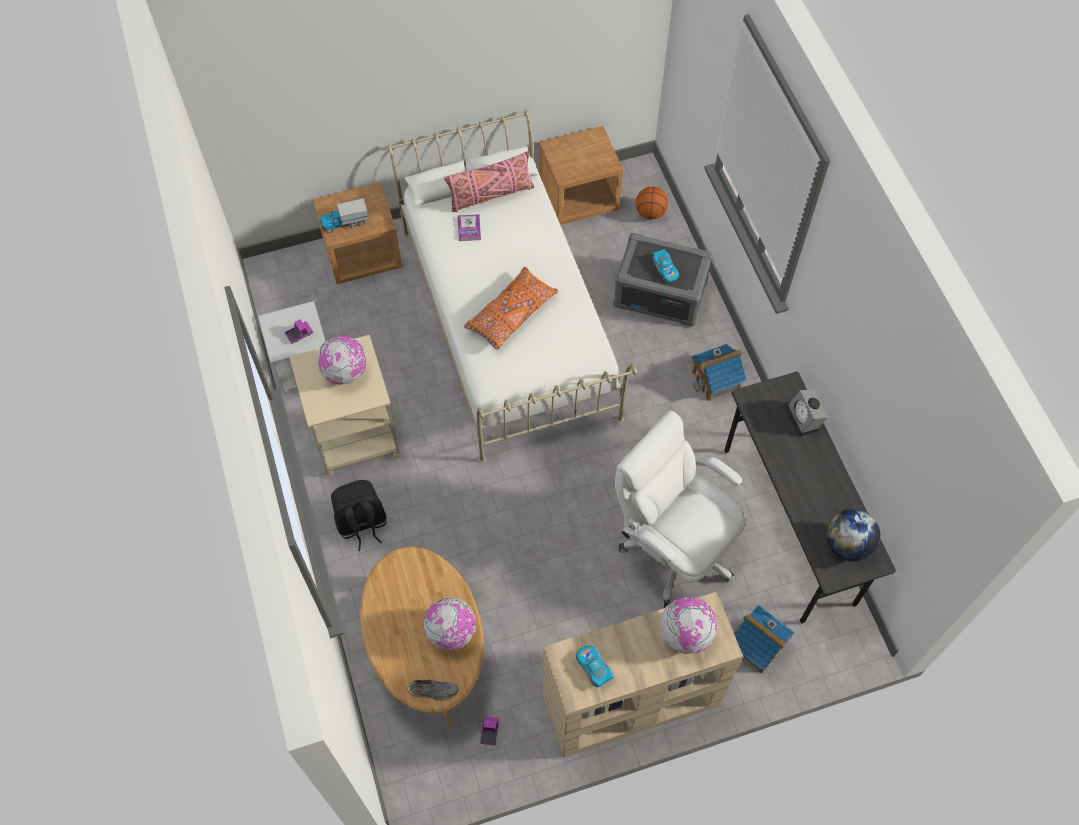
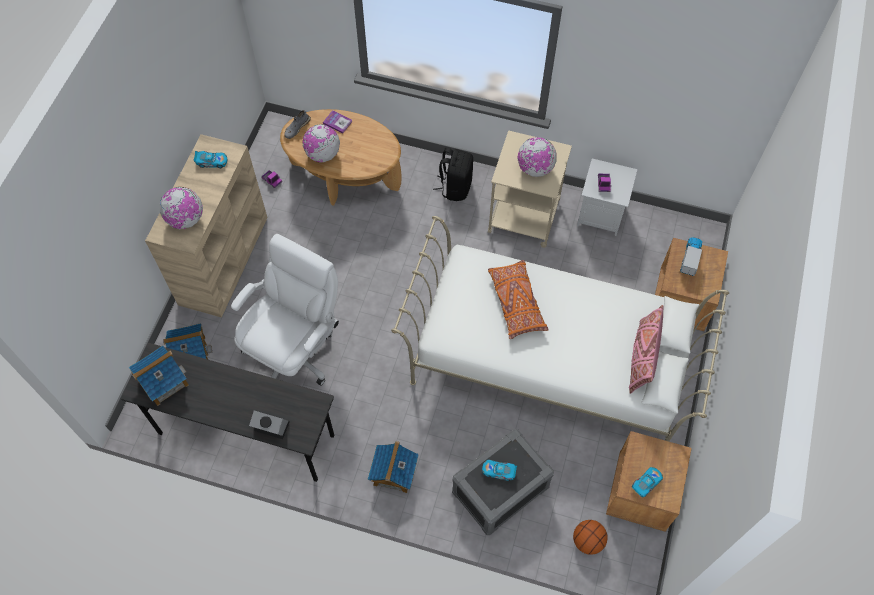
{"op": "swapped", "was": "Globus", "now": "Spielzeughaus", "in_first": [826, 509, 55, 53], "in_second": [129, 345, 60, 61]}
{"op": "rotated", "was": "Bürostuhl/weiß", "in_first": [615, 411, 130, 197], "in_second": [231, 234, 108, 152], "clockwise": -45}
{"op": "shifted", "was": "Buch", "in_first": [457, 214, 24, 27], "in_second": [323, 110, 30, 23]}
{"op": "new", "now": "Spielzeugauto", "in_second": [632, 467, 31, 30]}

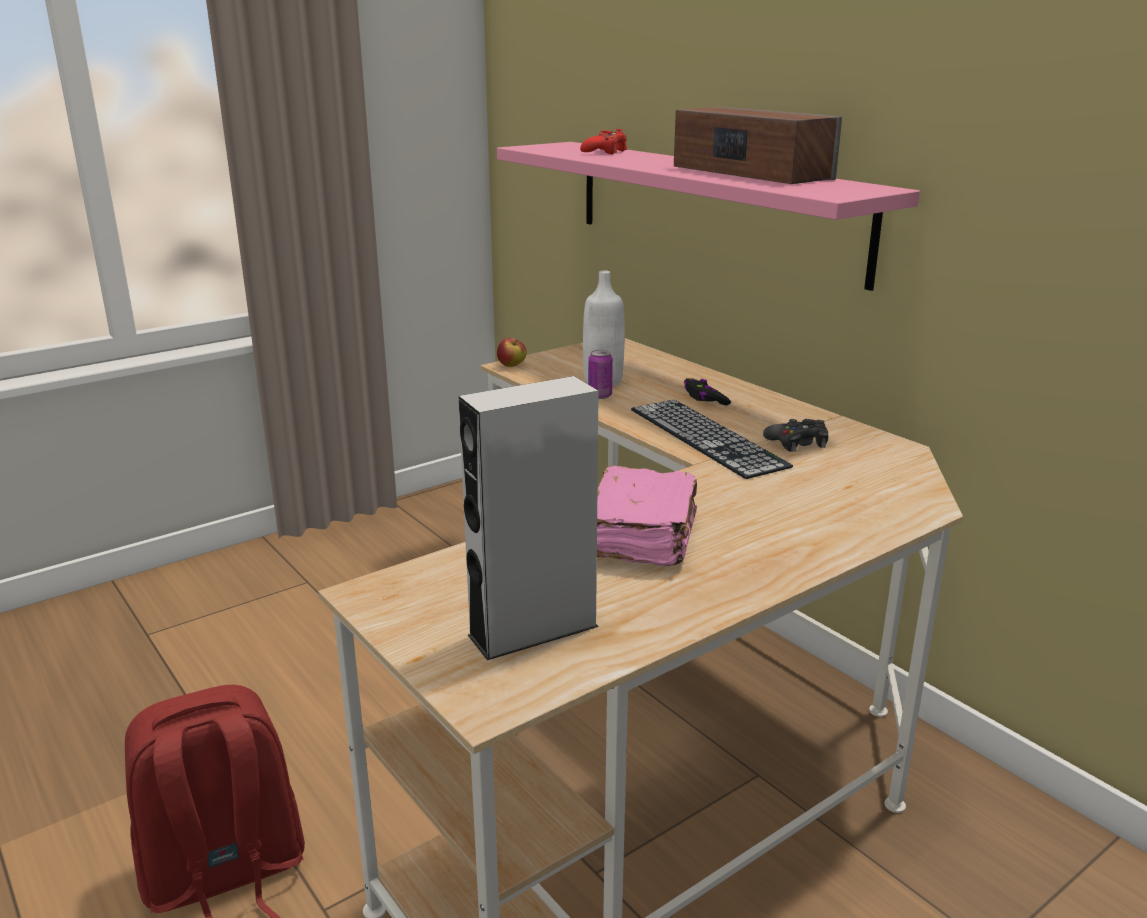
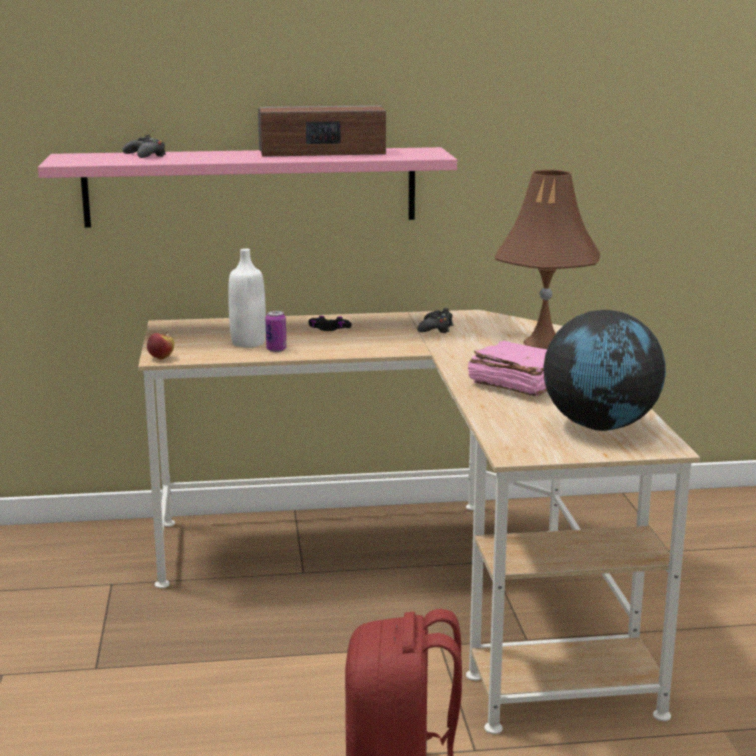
{"op": "repainted", "was": "Gamepad/rot", "now": "Gamepad/schwarz", "in_first": [580, 129, 48, 25], "in_second": [122, 135, 44, 23]}
{"op": "new", "now": "Tischlampe/braun", "in_second": [495, 170, 105, 179]}
{"op": "swapped", "was": "Lautsprecher/grau", "now": "Globus", "in_first": [458, 376, 141, 284], "in_second": [544, 310, 122, 121]}
{"op": "gone", "was": "Tastatur", "in_first": [631, 400, 162, 79]}

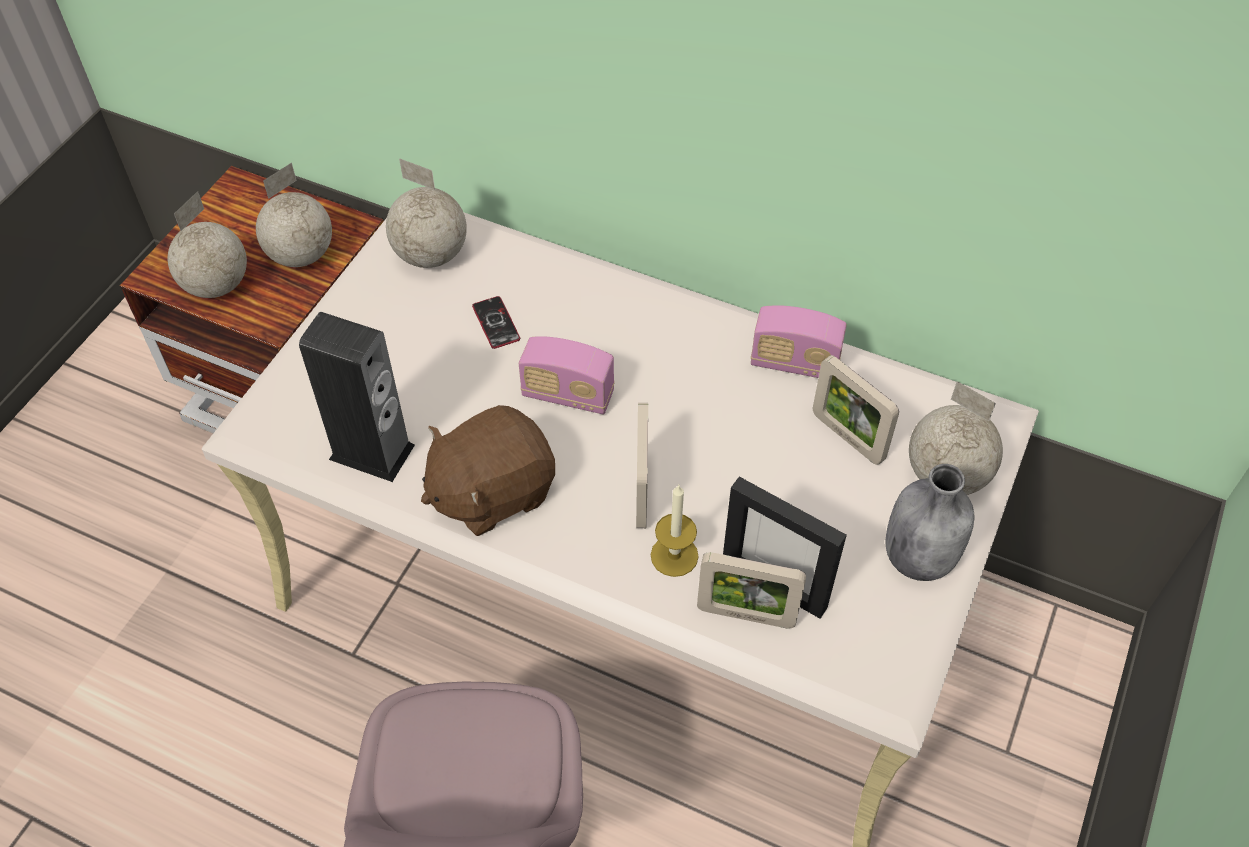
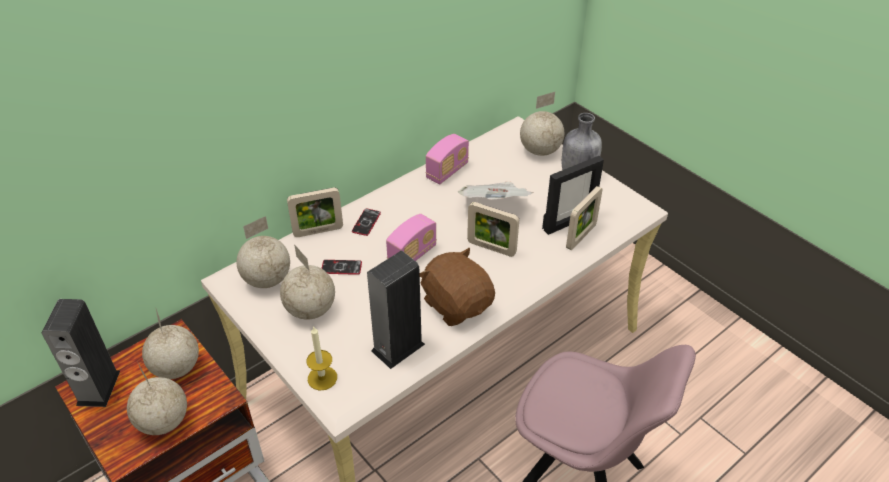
{"op": "new", "now": "Lautsprecher", "in_second": [42, 299, 78, 108]}
{"op": "new", "now": "Globus", "in_second": [280, 244, 55, 76]}
{"op": "shifted", "was": "Bilderrahmen", "in_first": [813, 355, 86, 110], "in_second": [287, 187, 56, 50]}
{"op": "shifted", "was": "Kerze", "in_first": [651, 485, 48, 92], "in_second": [306, 326, 31, 65]}
{"op": "new", "now": "Handy", "in_second": [352, 208, 29, 28]}
{"op": "rotated", "was": "Plüschtier/braun", "in_first": [421, 405, 134, 131], "in_second": [420, 248, 75, 78], "clockwise": 150}
{"op": "new", "now": "Zeitung", "in_second": [458, 182, 75, 18]}

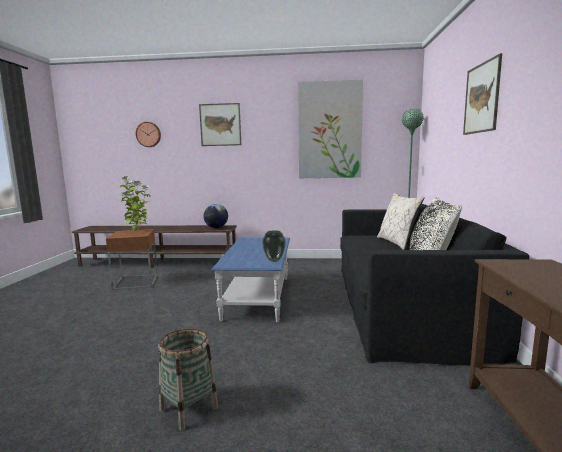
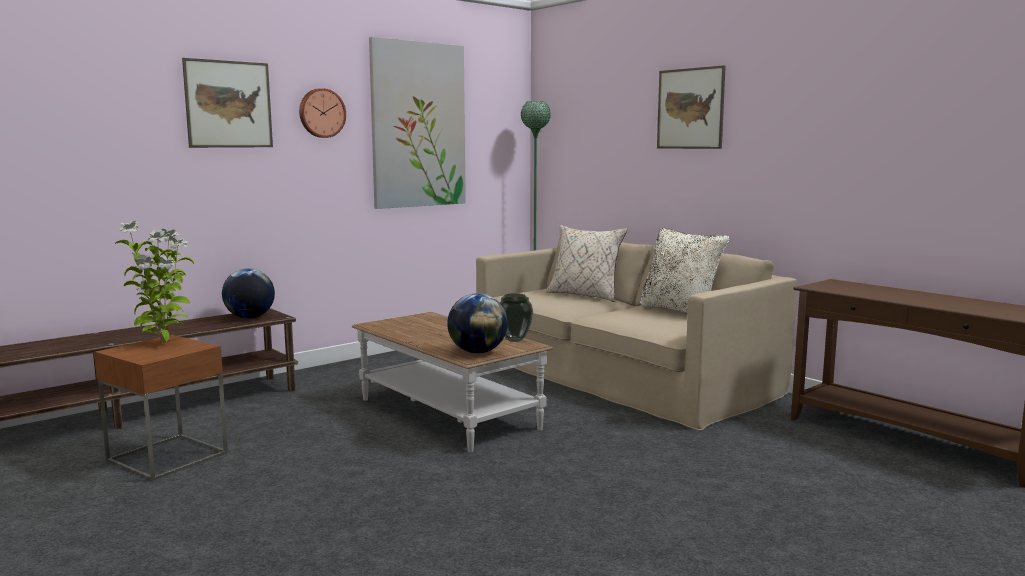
{"op": "shifted", "was": "Wanduhr", "in_first": [136, 122, 25, 25], "in_second": [299, 88, 47, 50]}
{"op": "repainted", "was": "Couchtisch/blau", "now": "Couchtisch/braun", "in_first": [211, 238, 79, 84], "in_second": [352, 312, 201, 140]}
{"op": "new", "now": "Globus", "in_second": [447, 293, 61, 61]}
{"op": "repainted", "was": "Sofa/schwarz", "now": "Sofa/beige", "in_first": [340, 204, 189, 161], "in_second": [476, 238, 321, 193]}
{"op": "gone", "was": "Korb", "in_first": [158, 328, 60, 102]}

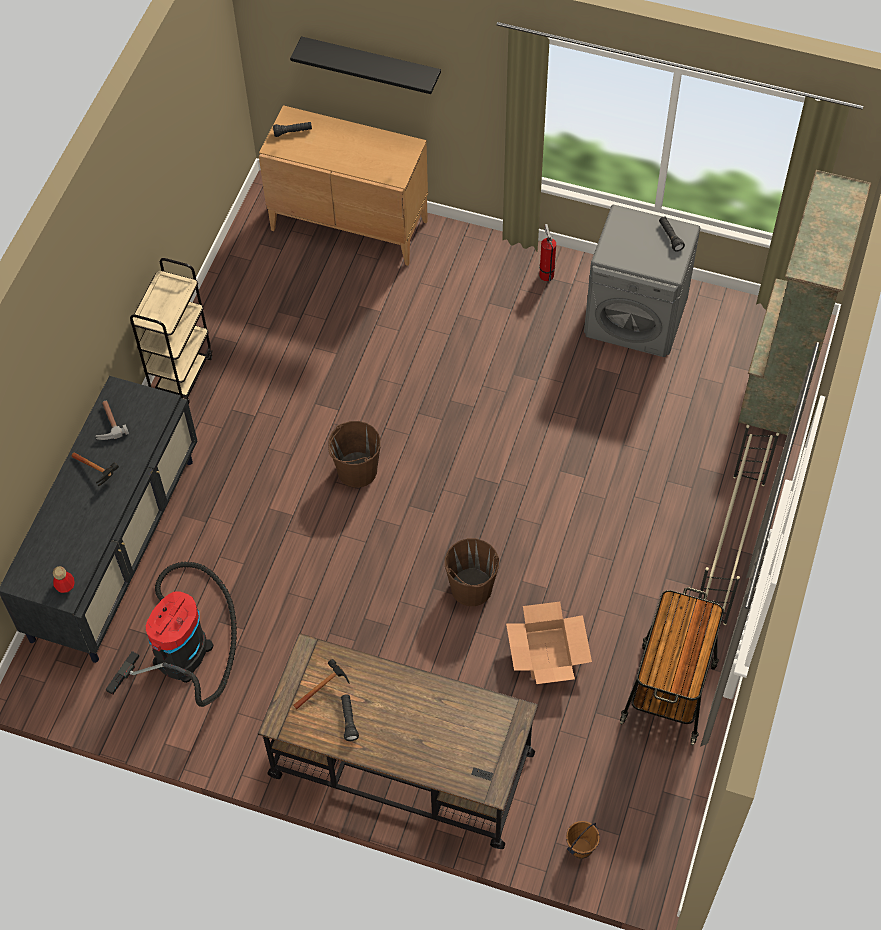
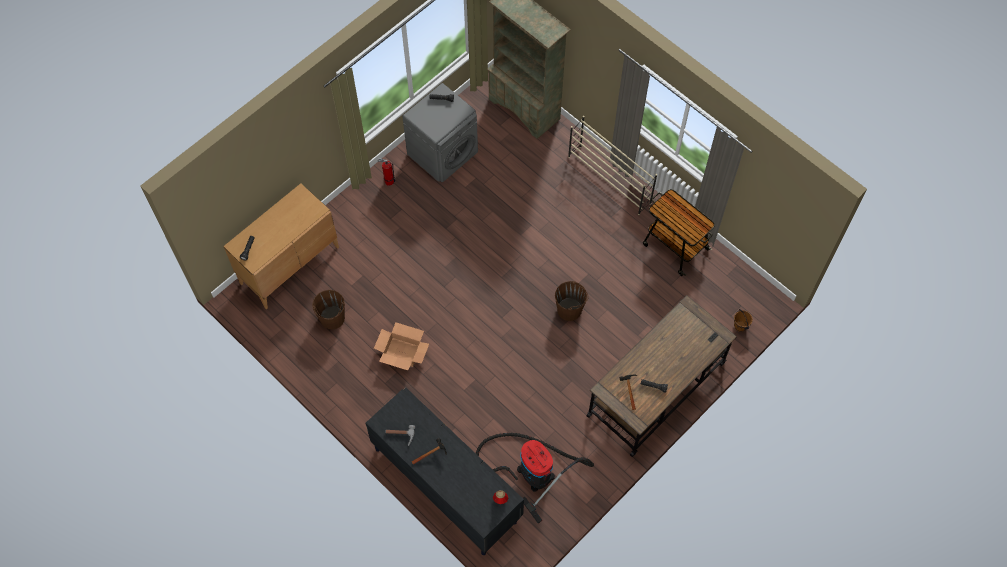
{"op": "shifted", "was": "Eimer/braun", "in_first": [328, 421, 53, 67], "in_second": [312, 290, 33, 40]}
{"op": "shifted", "was": "Karton", "in_first": [506, 602, 86, 82], "in_second": [374, 322, 55, 48]}
{"op": "gone", "was": "Rollwagen/beige", "in_first": [130, 258, 82, 146]}
{"op": "gone", "was": "Wandregal/schwarz", "in_first": [290, 36, 151, 58]}

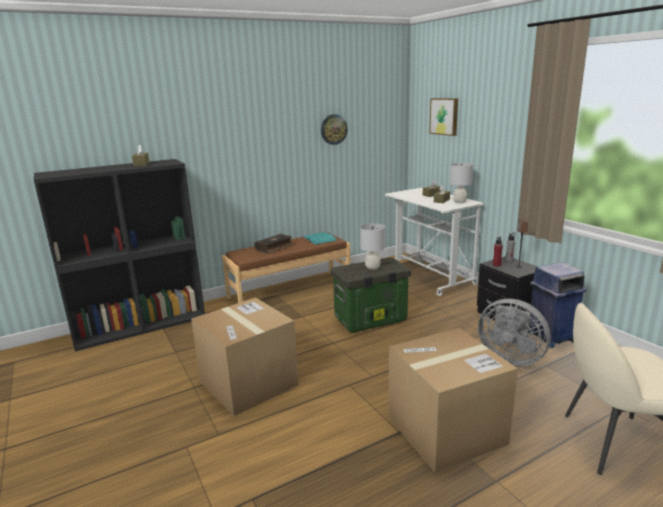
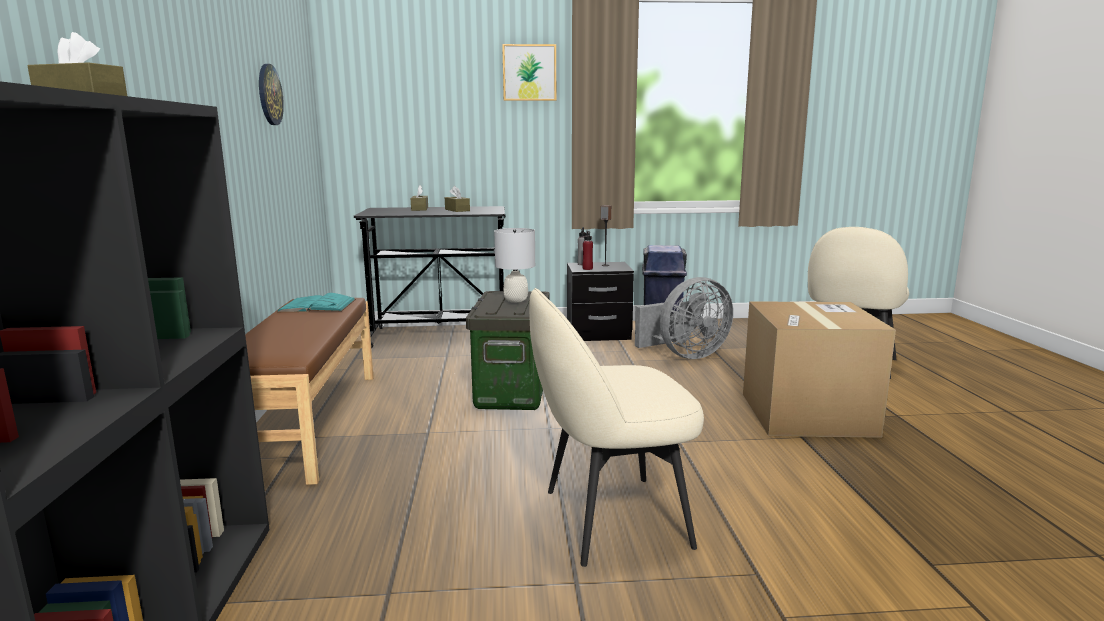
{"op": "repainted", "was": "Schreibtisch/weiß", "now": "Schreibtisch/schwarz", "in_first": [385, 188, 99, 108], "in_second": [354, 206, 151, 142]}
{"op": "shifted", "was": "Bild", "in_first": [429, 98, 29, 38], "in_second": [502, 44, 54, 57]}
{"op": "swapped", "was": "Karton", "now": "Stuhl/beige", "in_first": [191, 297, 108, 119], "in_second": [529, 288, 175, 279]}
{"op": "gone", "was": "Buch", "in_first": [254, 234, 38, 20]}
{"op": "gone", "was": "Tischlampe/grau", "in_first": [450, 163, 23, 40]}

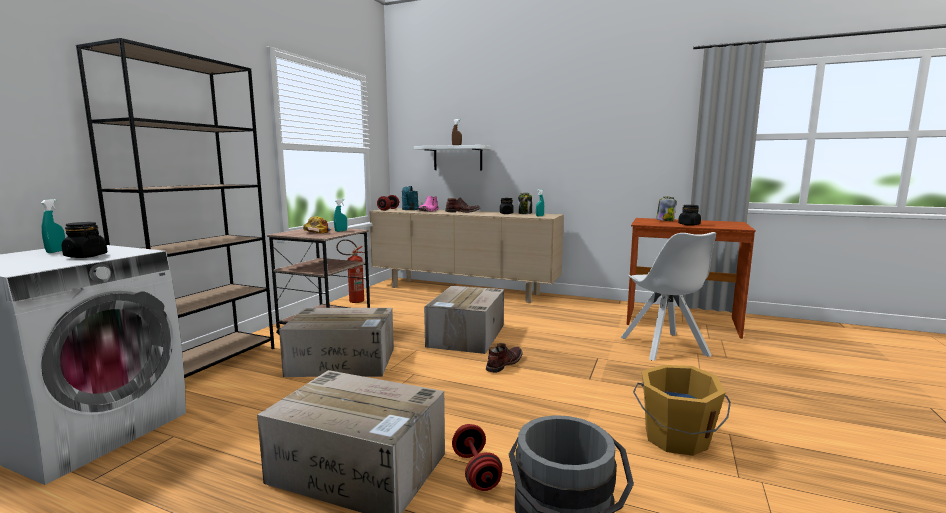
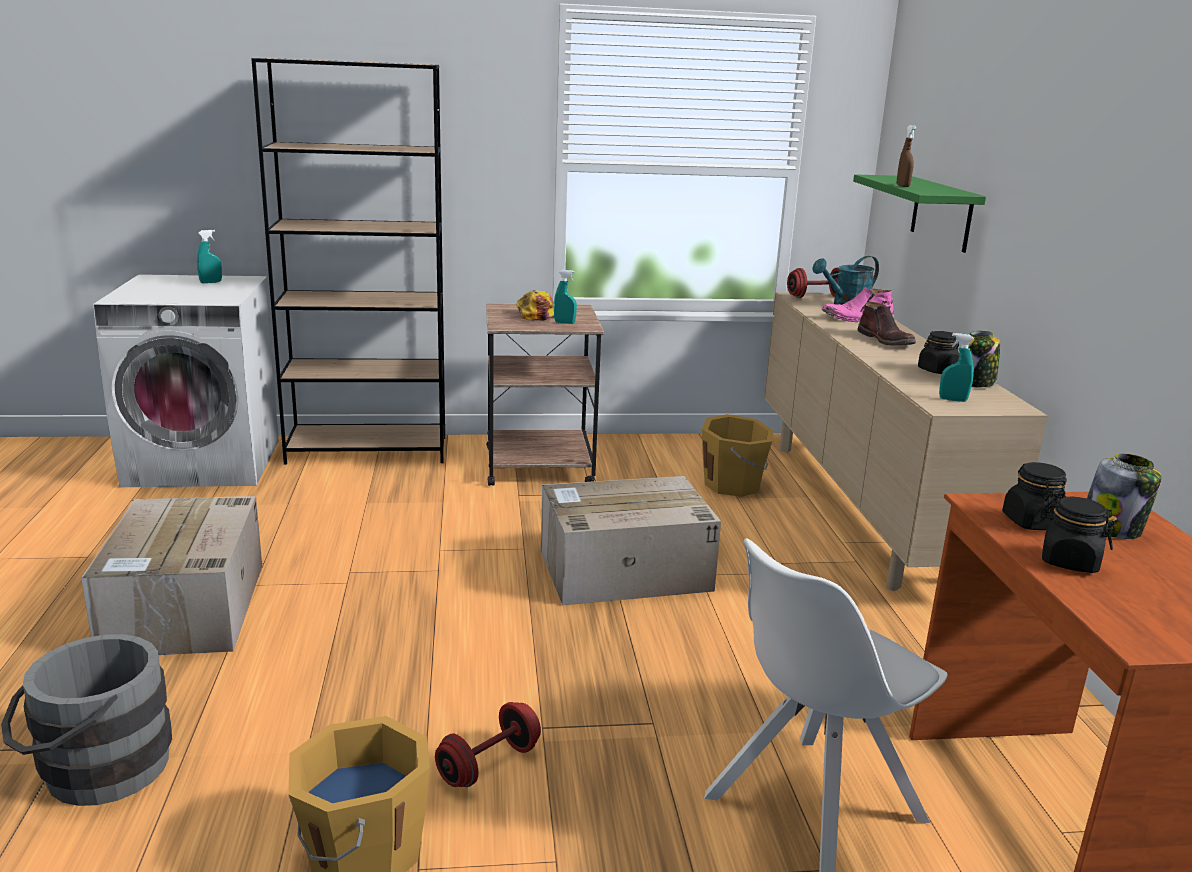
{"op": "shifted", "was": "Hantel/rot", "in_first": [452, 424, 51, 67], "in_second": [435, 702, 106, 85]}
{"op": "new", "now": "Eimer/orange", "in_second": [702, 414, 72, 83]}
{"op": "repainted", "was": "Wandregal/weiß", "now": "Wandregal/grün", "in_first": [414, 145, 77, 25], "in_second": [853, 174, 133, 79]}
{"op": "shifted", "was": "Vorratsglas/schwarz", "in_first": [62, 222, 46, 36], "in_second": [1002, 462, 65, 68]}
{"op": "gone", "was": "Karton", "in_first": [279, 308, 115, 69]}
{"op": "gone", "was": "Feuerlöscher", "in_first": [336, 239, 28, 64]}
{"op": "gone", "was": "Stiefel/braun", "in_first": [486, 343, 37, 30]}

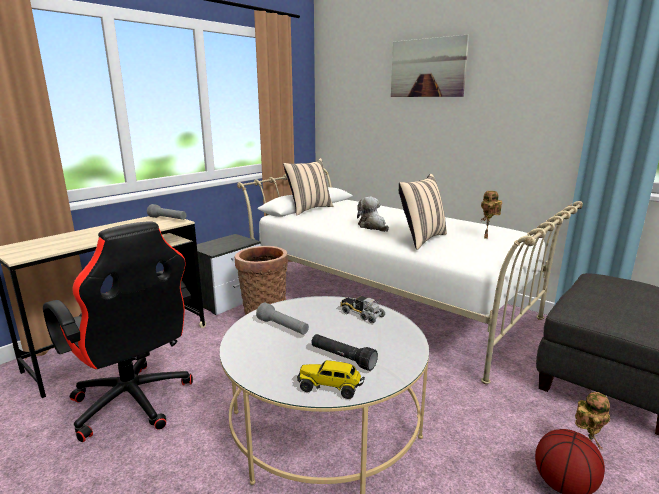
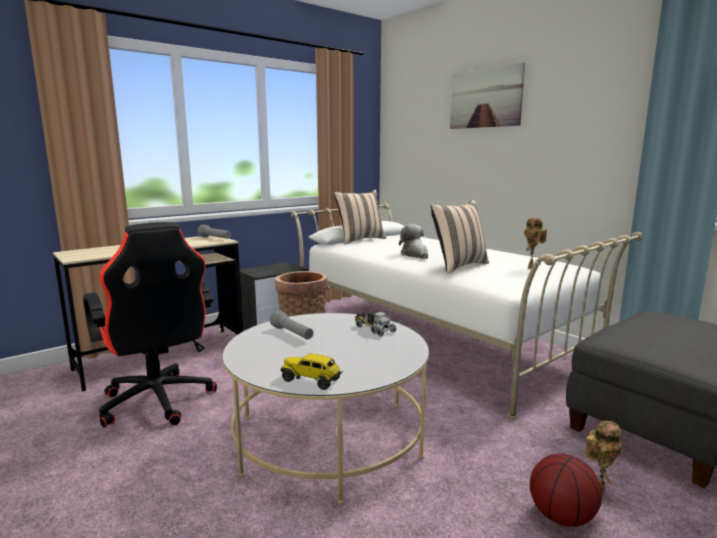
{"op": "gone", "was": "Taschenlampe/schwarz", "in_first": [311, 334, 67, 37]}

